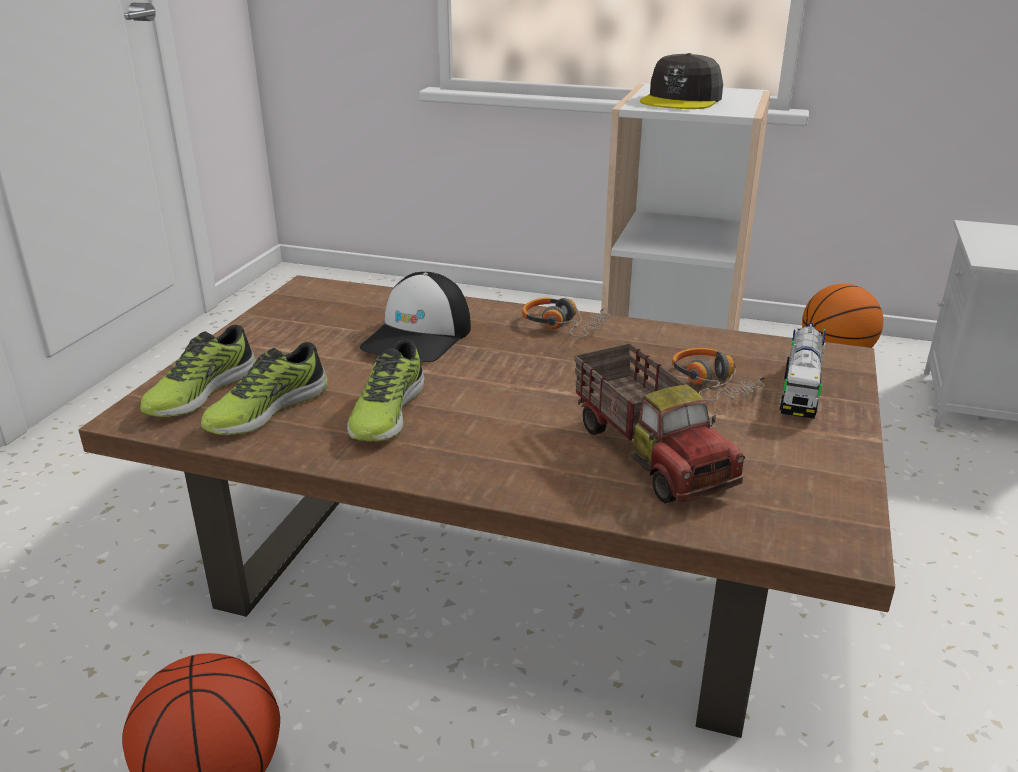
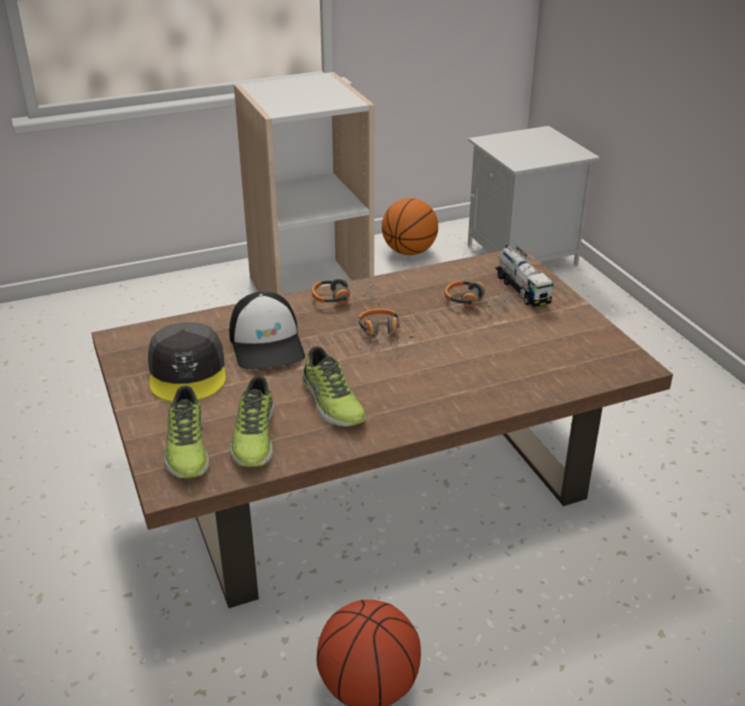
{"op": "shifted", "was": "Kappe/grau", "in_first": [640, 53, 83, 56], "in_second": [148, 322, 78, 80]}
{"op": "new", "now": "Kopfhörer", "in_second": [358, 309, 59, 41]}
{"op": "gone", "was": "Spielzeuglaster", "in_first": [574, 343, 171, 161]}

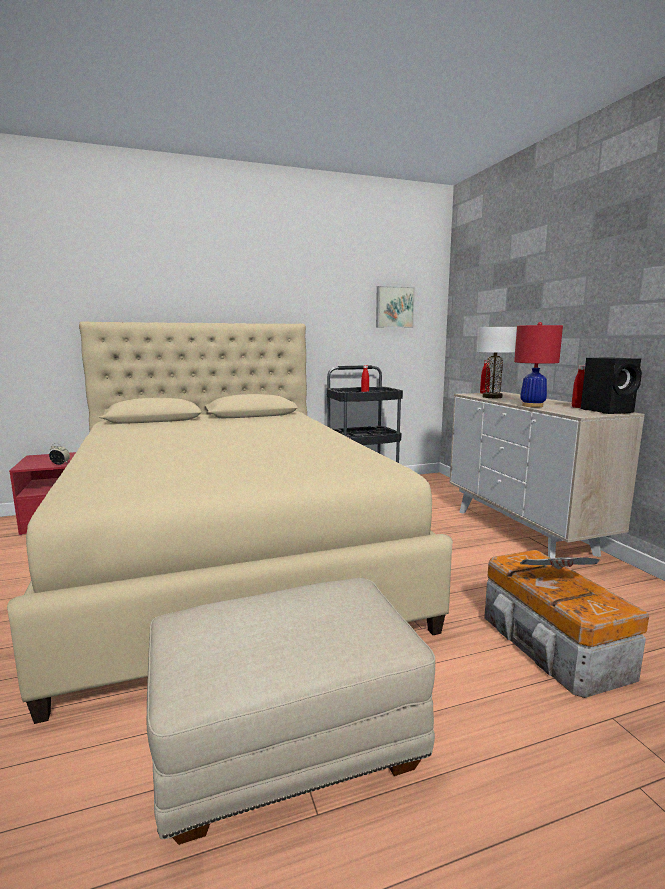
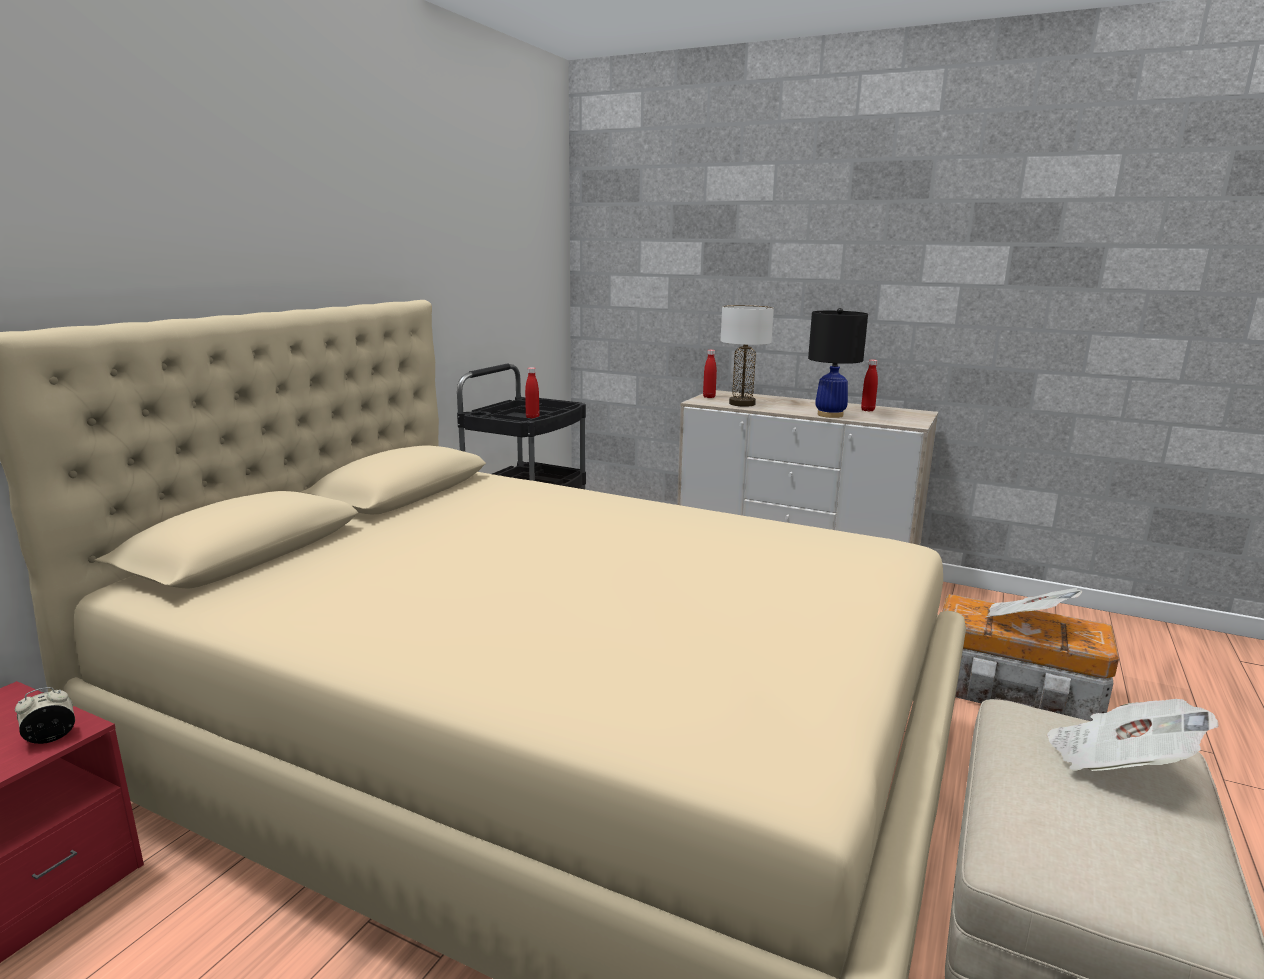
{"op": "repainted", "was": "Tischlampe/rot", "now": "Tischlampe/schwarz", "in_first": [514, 322, 49, 85], "in_second": [808, 308, 60, 110]}
{"op": "new", "now": "Zeitung", "in_second": [1047, 699, 171, 72]}
{"op": "gone", "was": "Bild", "in_first": [376, 286, 39, 42]}
{"op": "gone", "was": "Lautsprecher/schwarz", "in_first": [581, 357, 61, 57]}

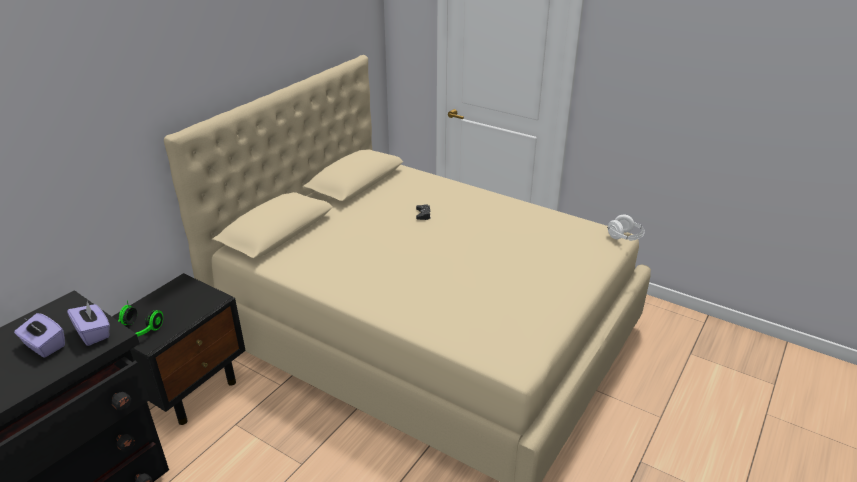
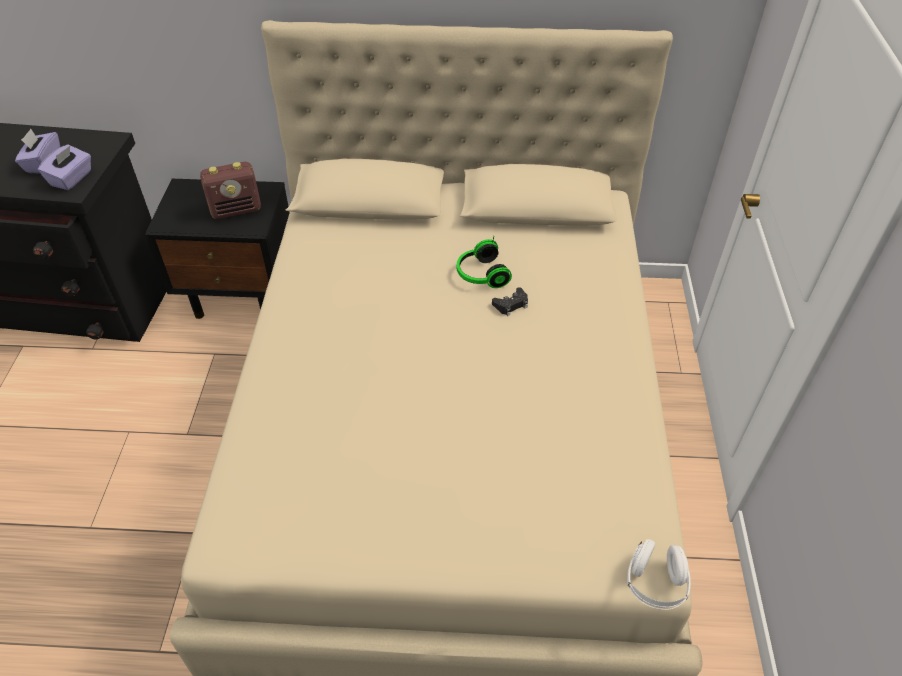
{"op": "new", "now": "Radio", "in_second": [200, 162, 61, 57]}
{"op": "shifted", "was": "Kopfhörer", "in_first": [118, 301, 45, 36], "in_second": [457, 236, 55, 52]}

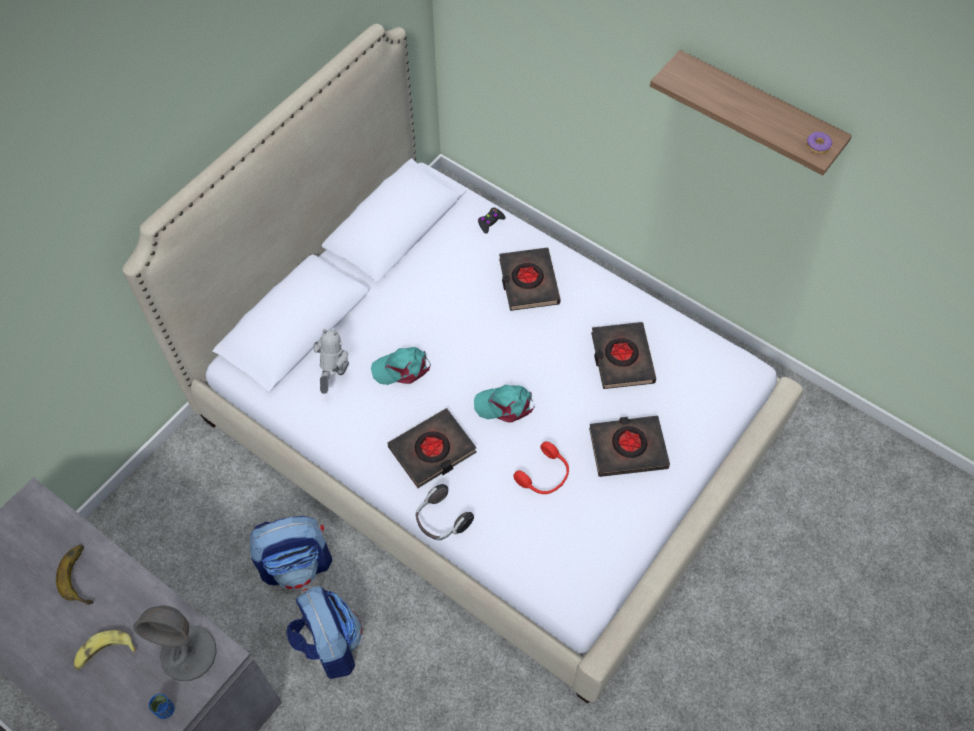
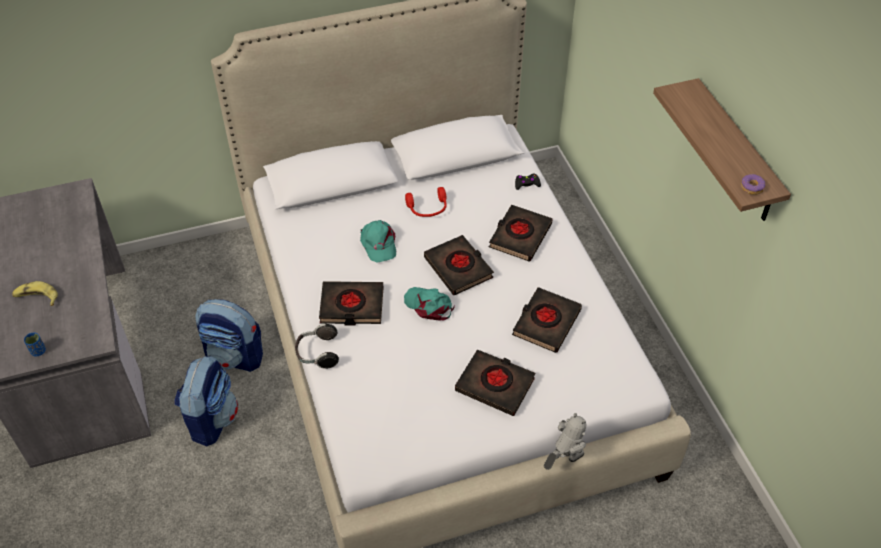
{"op": "rotated", "was": "Kappe/türkis", "in_first": [371, 347, 60, 38], "in_second": [360, 220, 36, 43], "clockwise": -135}
{"op": "shifted", "was": "Kopfhörer/rot", "in_first": [513, 441, 56, 53], "in_second": [405, 187, 42, 30]}
{"op": "new", "now": "Buch/schwarz", "in_second": [424, 235, 70, 60]}
{"op": "shifted", "was": "Spielzeugroboter", "in_first": [313, 329, 36, 65], "in_second": [544, 413, 42, 57]}
{"op": "gone", "was": "Banane", "in_first": [56, 545, 37, 60]}
{"op": "gone", "was": "Tischlampe/grau", "in_first": [133, 605, 83, 76]}

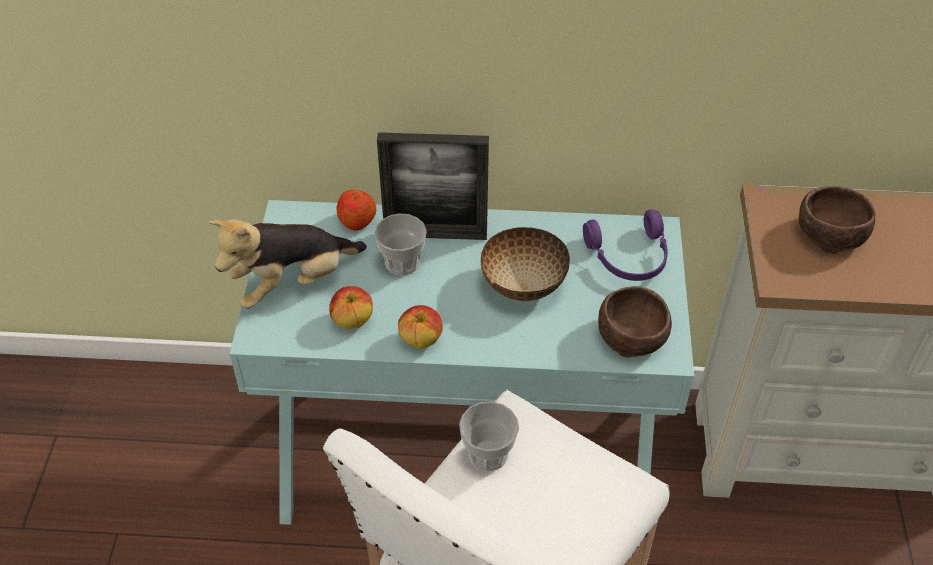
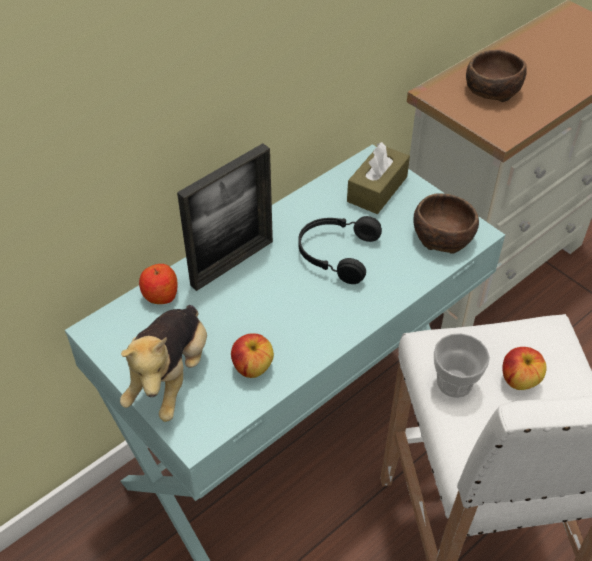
{"op": "swapped", "was": "Schüssel", "now": "Kopfhörer/schwarz", "in_first": [481, 227, 89, 74], "in_second": [298, 216, 84, 68]}
{"op": "swapped", "was": "Kopfhörer/lila", "now": "Taschentuchbox/braun", "in_first": [583, 209, 85, 72], "in_second": [347, 142, 63, 72]}
{"op": "shifted", "was": "Apfel", "in_first": [398, 305, 45, 44], "in_second": [503, 347, 44, 43]}
{"op": "gone", "was": "Tasse", "in_first": [374, 213, 53, 63]}

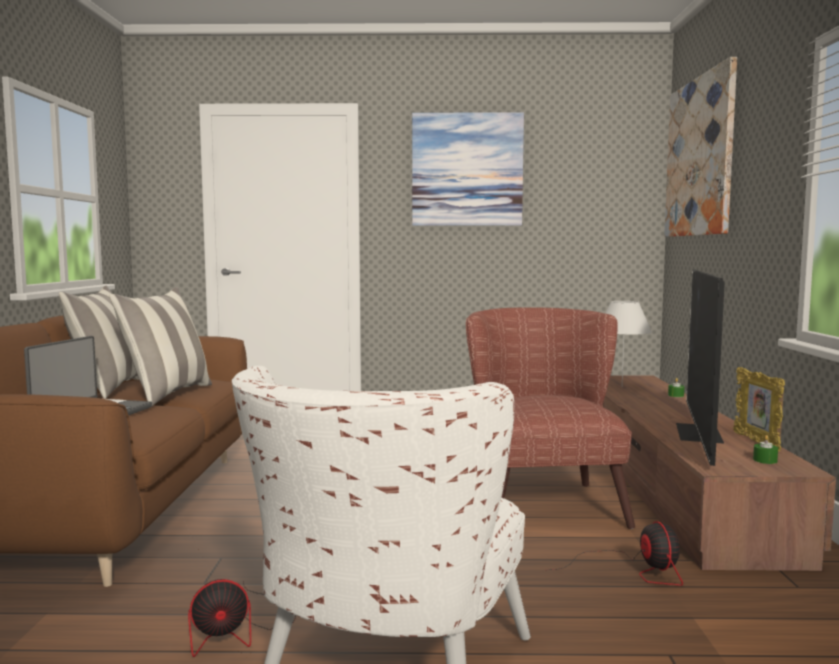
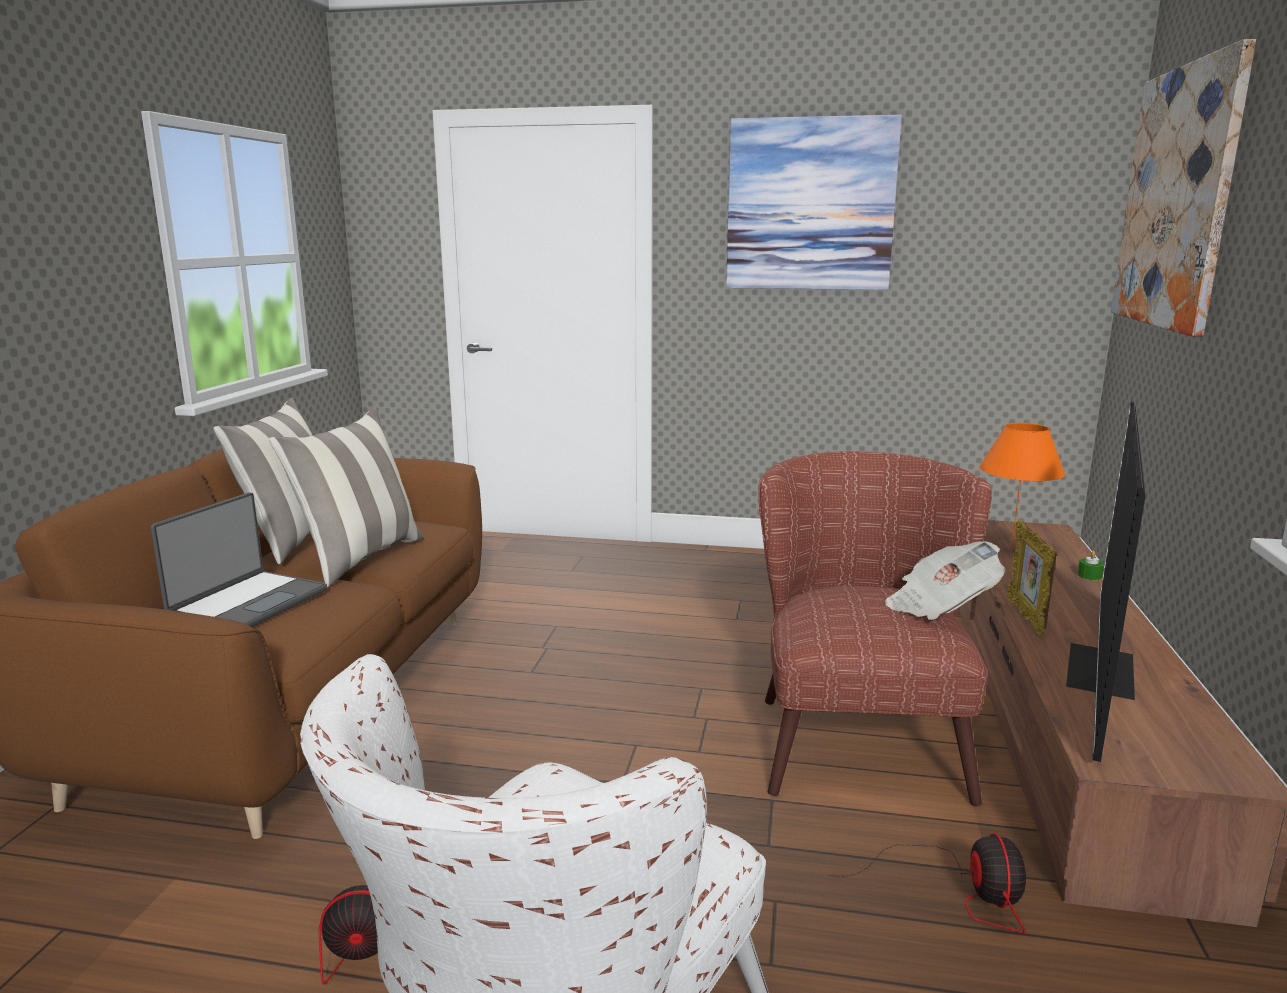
{"op": "new", "now": "Zeitung", "in_second": [885, 541, 120, 79]}
{"op": "repainted", "was": "Tischlampe/weiß", "now": "Tischlampe/orange", "in_first": [605, 301, 47, 82], "in_second": [979, 423, 86, 126]}
{"op": "shifted", "was": "Bilderrahmen", "in_first": [733, 367, 52, 85], "in_second": [1007, 519, 50, 117]}
{"op": "gone", "was": "Kerze/grün", "in_first": [753, 435, 25, 29]}

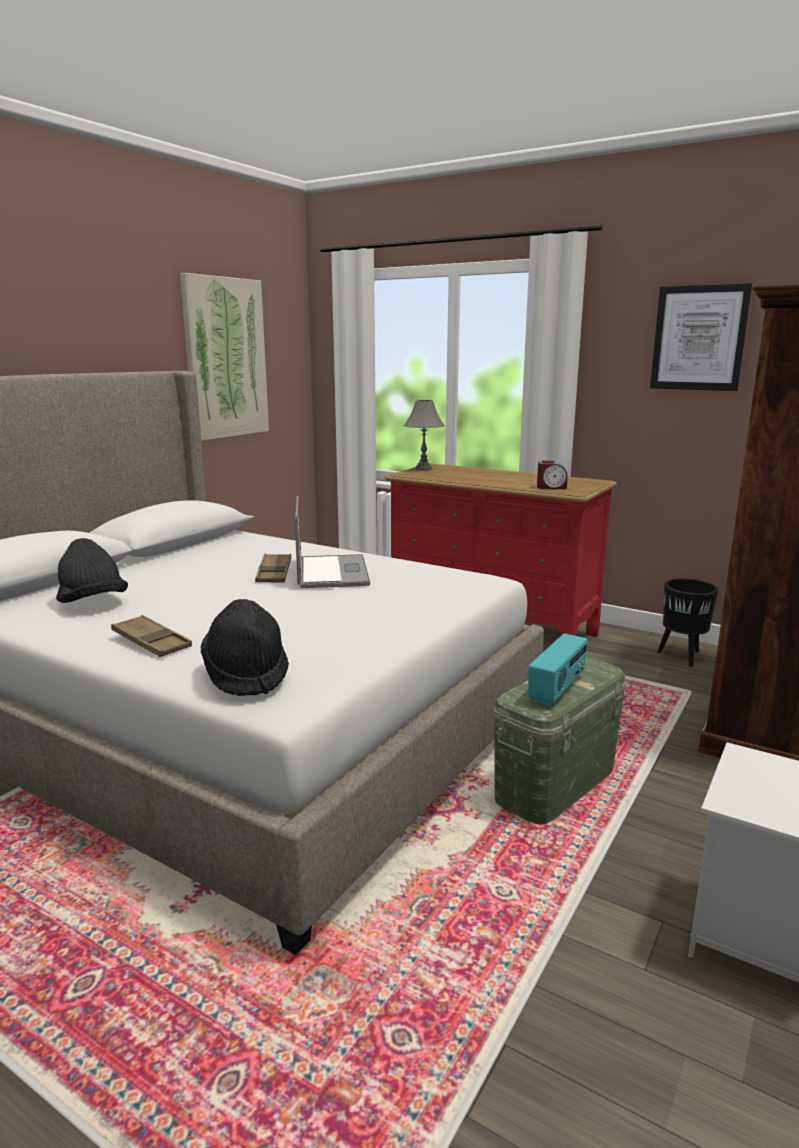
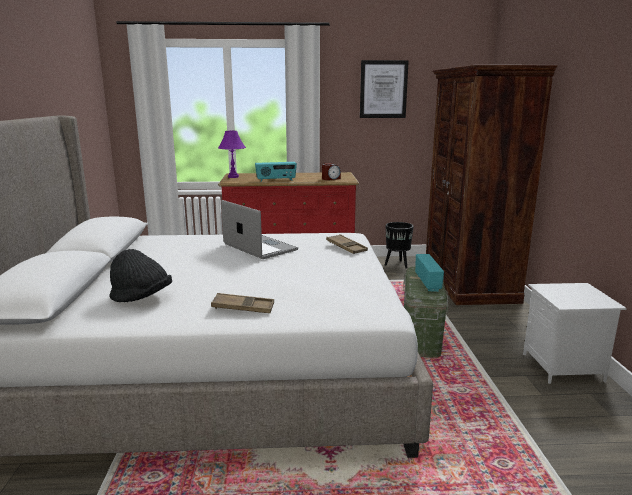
{"op": "repainted", "was": "Tischlampe/grau", "now": "Tischlampe/lila", "in_first": [404, 400, 41, 71], "in_second": [218, 131, 28, 47]}
{"op": "new", "now": "Radio", "in_second": [255, 162, 42, 20]}
{"op": "shifted", "was": "Tablett/braun", "in_first": [255, 553, 36, 29], "in_second": [326, 234, 42, 20]}
{"op": "gone", "was": "Bild", "in_first": [180, 273, 89, 168]}
{"op": "gone", "was": "Hut/schwarz", "in_first": [201, 599, 88, 97]}

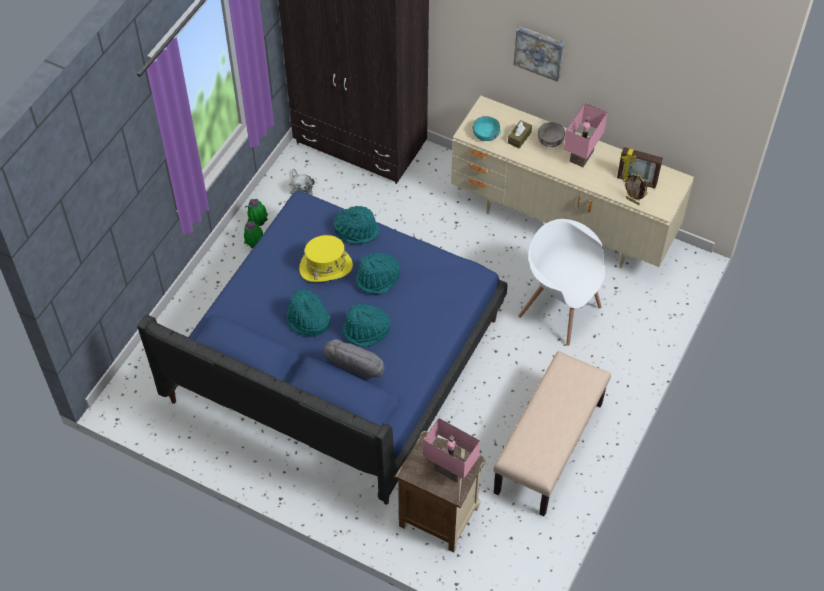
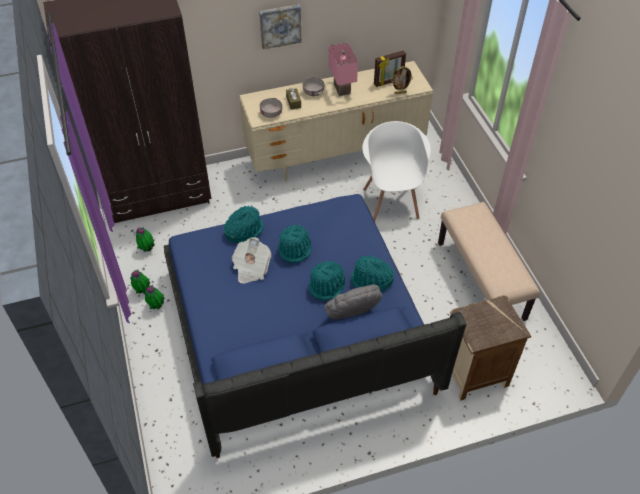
{"op": "swapped", "was": "Plüschtier", "now": "Topfpflanze", "in_first": [290, 169, 25, 26], "in_second": [136, 227, 19, 25]}
{"op": "swapped", "was": "Hut/gelb", "now": "Zeitung", "in_first": [299, 235, 54, 47], "in_second": [232, 237, 39, 47]}
{"op": "repainted", "was": "Schüssel/türkis", "now": "Schüssel/grau", "in_first": [472, 116, 29, 25], "in_second": [260, 98, 22, 20]}
{"op": "shifted", "was": "Hut/türkis", "in_first": [286, 289, 44, 48], "in_second": [351, 256, 43, 36]}
{"op": "rotated", "was": "Stuhl/weiß", "in_first": [518, 219, 87, 127], "in_second": [362, 121, 69, 101], "clockwise": 90}
{"op": "gone", "was": "Tischlampe/rosa", "in_first": [423, 418, 57, 65]}

